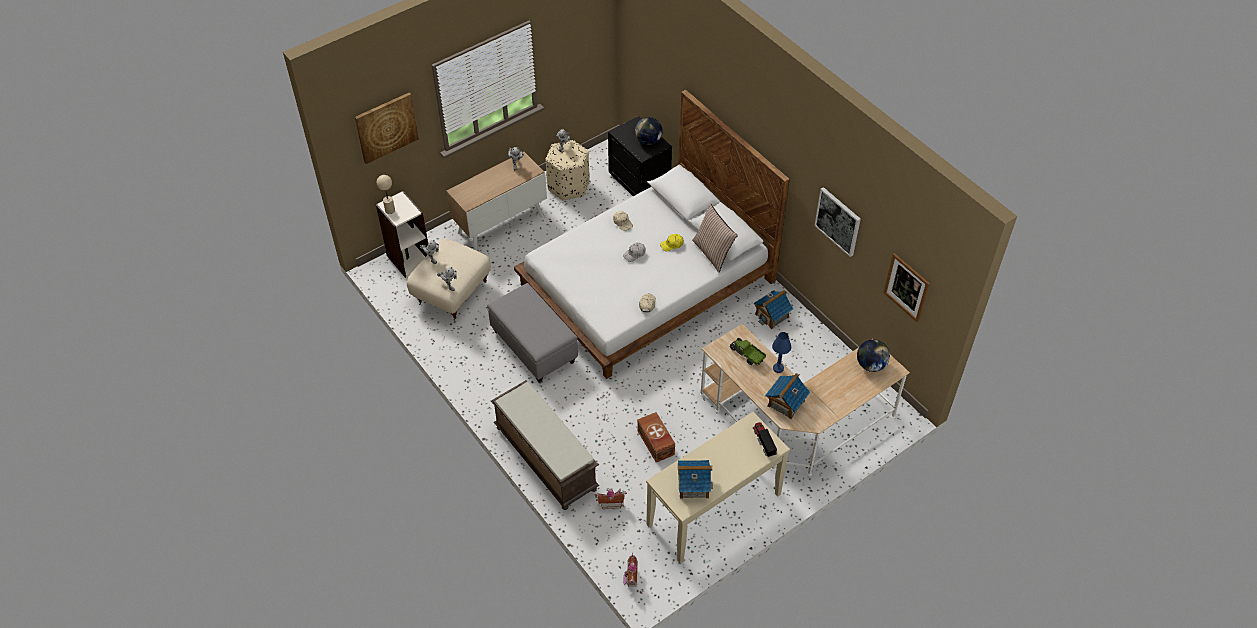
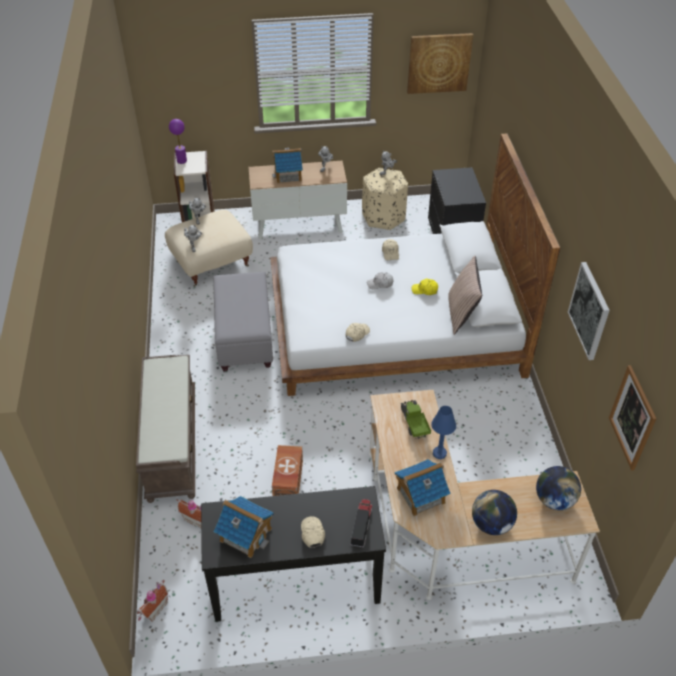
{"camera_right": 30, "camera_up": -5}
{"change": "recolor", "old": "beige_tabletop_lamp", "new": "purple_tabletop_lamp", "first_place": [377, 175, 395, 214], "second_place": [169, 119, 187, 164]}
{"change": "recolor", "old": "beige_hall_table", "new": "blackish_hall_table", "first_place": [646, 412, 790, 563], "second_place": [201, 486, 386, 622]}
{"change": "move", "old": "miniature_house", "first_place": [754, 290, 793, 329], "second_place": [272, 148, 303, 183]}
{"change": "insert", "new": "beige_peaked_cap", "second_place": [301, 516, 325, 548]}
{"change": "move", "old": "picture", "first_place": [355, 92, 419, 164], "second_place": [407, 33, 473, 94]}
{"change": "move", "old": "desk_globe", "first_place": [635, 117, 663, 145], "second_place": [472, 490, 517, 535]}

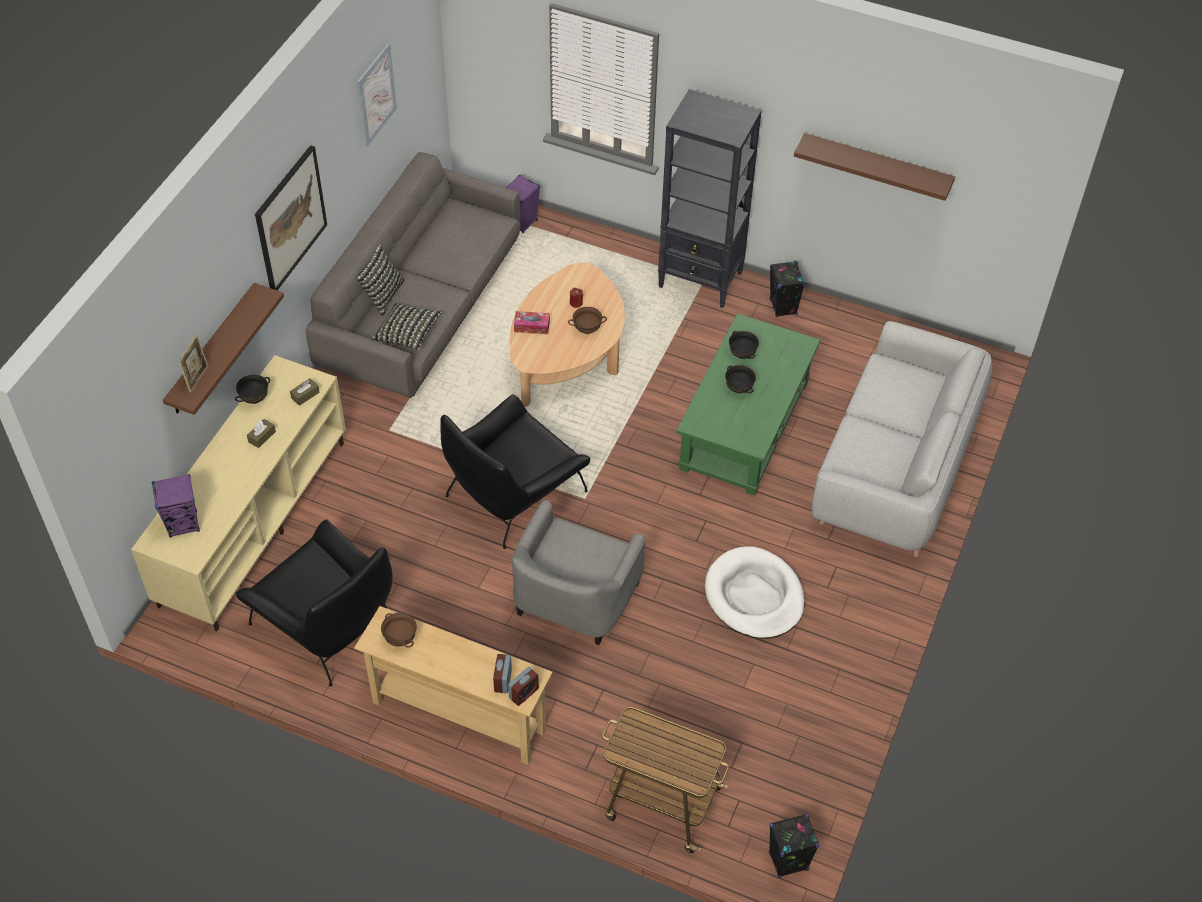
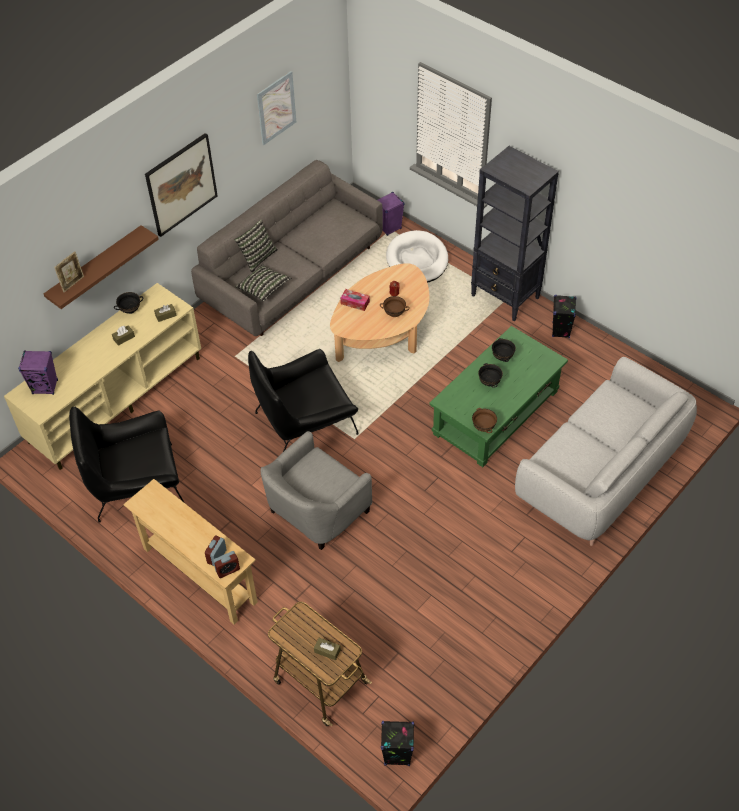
{"camera_right": 20, "camera_up": 0}
{"change": "rotate", "old": "blackish_easy_chair", "first_place": [236, 519, 393, 687], "second_place": [69, 406, 184, 523], "degrees": 105}
{"change": "insert", "new": "brownish_tissue_box", "second_place": [314, 638, 341, 660]}
{"change": "move", "old": "white_pet_bed", "first_place": [705, 546, 805, 639], "second_place": [386, 230, 448, 283]}
{"change": "move", "old": "brownish_bowl", "first_place": [381, 613, 417, 648], "second_place": [472, 408, 497, 433]}
{"change": "delete", "old": "brownish_bracket_shelf", "first_place": [794, 133, 955, 201]}

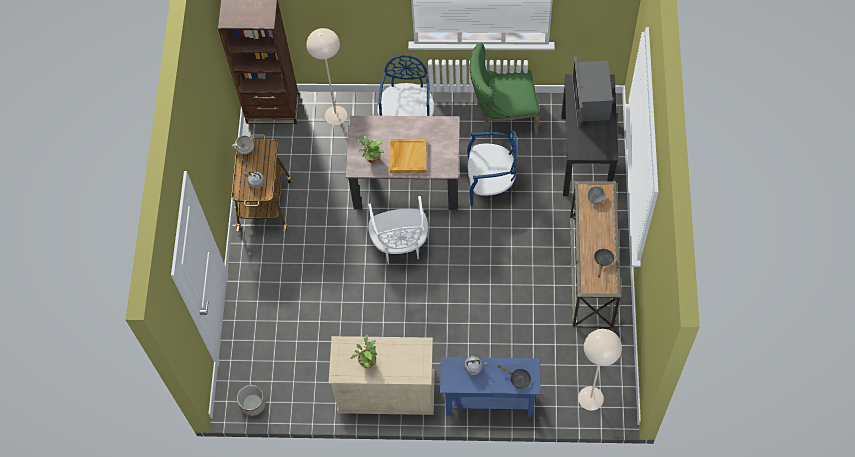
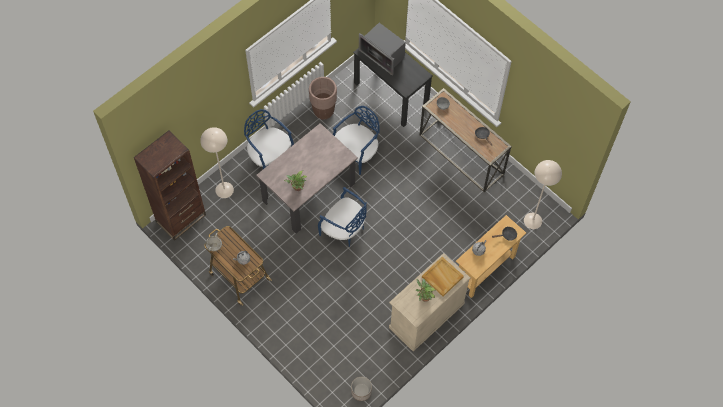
{"camera_right": -50, "camera_up": 0}
{"change": "replace", "old": "green_plain_chair", "new": "brownish_planter", "first_place": [469, 43, 540, 138], "second_place": [309, 77, 337, 120]}
{"change": "recolor", "old": "white_plain_chair", "new": "blue-coloured_plain_chair", "first_place": [368, 196, 428, 264], "second_place": [318, 187, 367, 247]}
{"change": "move", "old": "beige_carrying_tray", "first_place": [390, 139, 426, 173], "second_place": [422, 257, 464, 296]}
{"change": "recolor", "old": "blue-coloured_hall_table", "new": "beige_hall_table", "first_place": [440, 357, 541, 417], "second_place": [456, 215, 526, 298]}

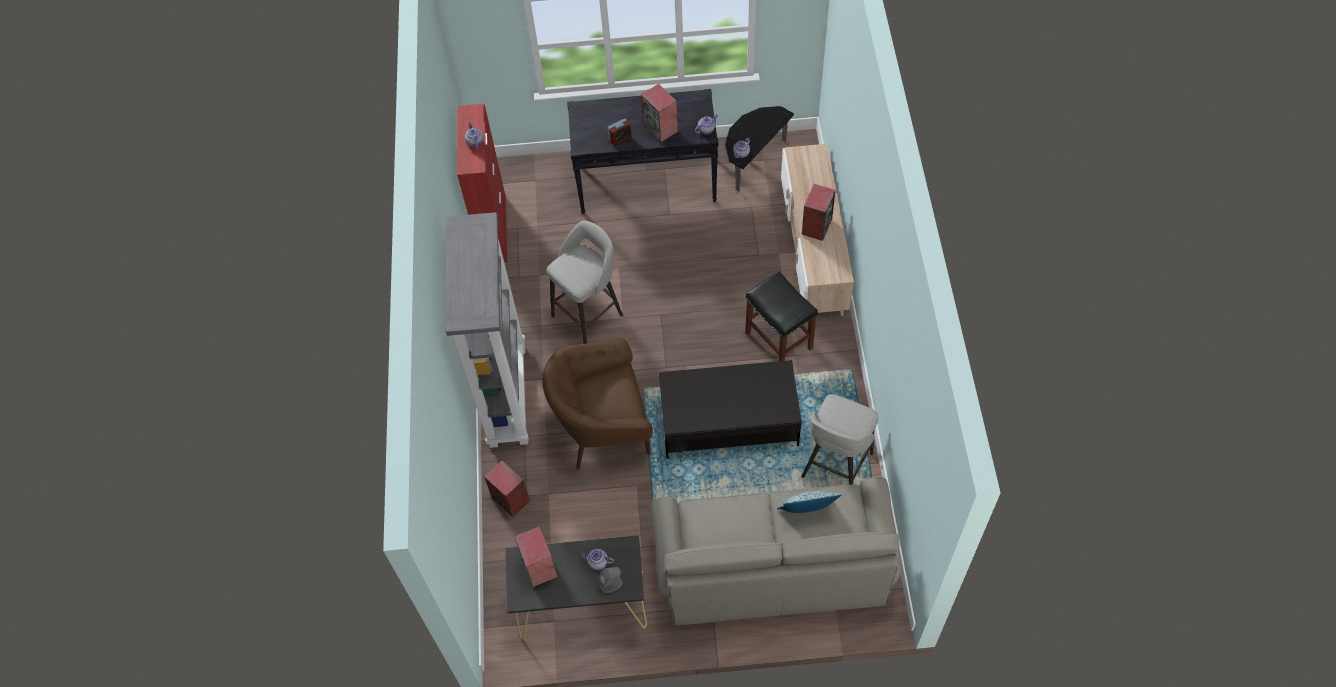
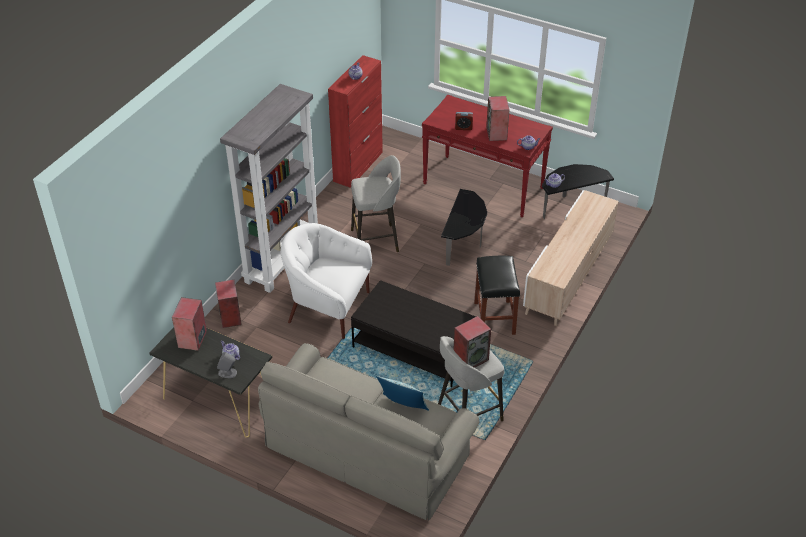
{"camera_right": 30, "camera_up": -15}
{"change": "recolor", "old": "brownish_easy_chair", "new": "white_easy_chair", "first_place": [542, 339, 653, 469], "second_place": [281, 223, 372, 339]}
{"change": "recolor", "old": "blackish_hall_table", "new": "red-coloured_hall_table", "first_place": [567, 89, 719, 214], "second_place": [422, 95, 553, 218]}
{"change": "insert", "new": "accent_table", "second_place": [441, 189, 487, 266]}
{"change": "move", "old": "audio_speaker", "first_place": [802, 184, 836, 241], "second_place": [453, 316, 491, 368]}

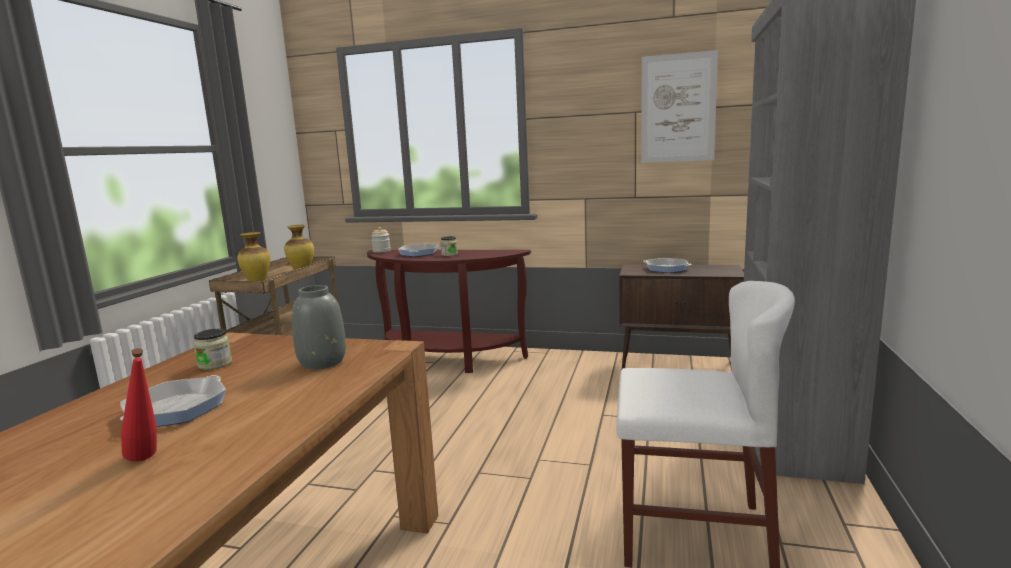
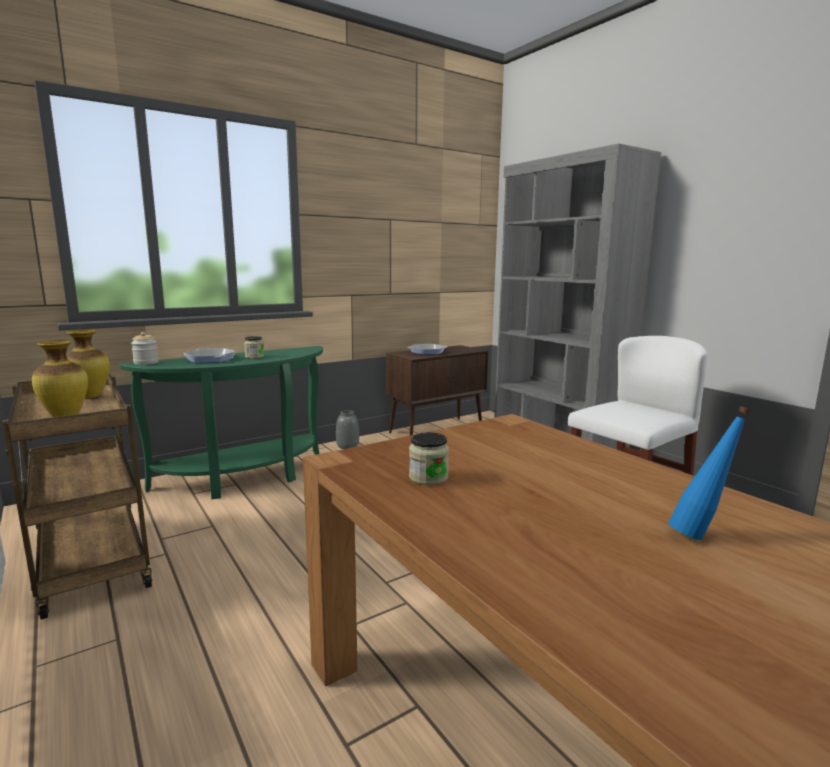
{"camera_right": -50, "camera_up": 0}
{"change": "recolor", "old": "brownish_hall_table", "new": "green_hall_table", "first_place": [367, 250, 531, 373], "second_place": [119, 346, 323, 499]}
{"change": "move", "old": "greyish_decorative_vase", "first_place": [292, 285, 346, 369], "second_place": [336, 410, 359, 449]}
{"change": "recolor", "old": "red-coloured_bottle", "new": "blue-coloured_bottle", "first_place": [121, 348, 157, 462], "second_place": [668, 406, 751, 541]}
{"change": "delete", "old": "skillet", "first_place": [120, 375, 226, 427]}
{"change": "delete", "old": "picture", "first_place": [641, 50, 718, 163]}

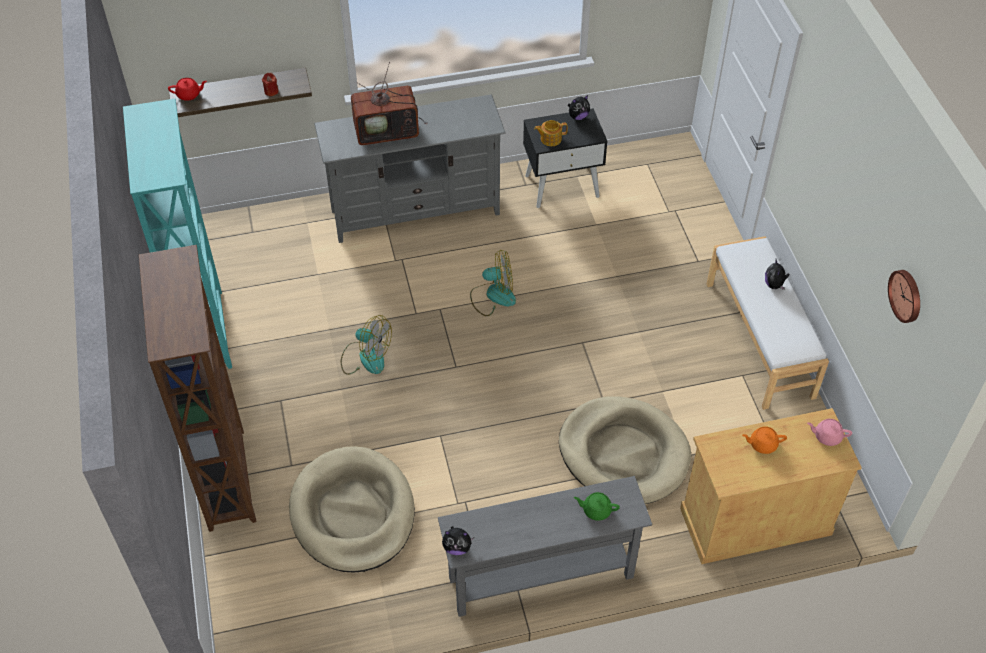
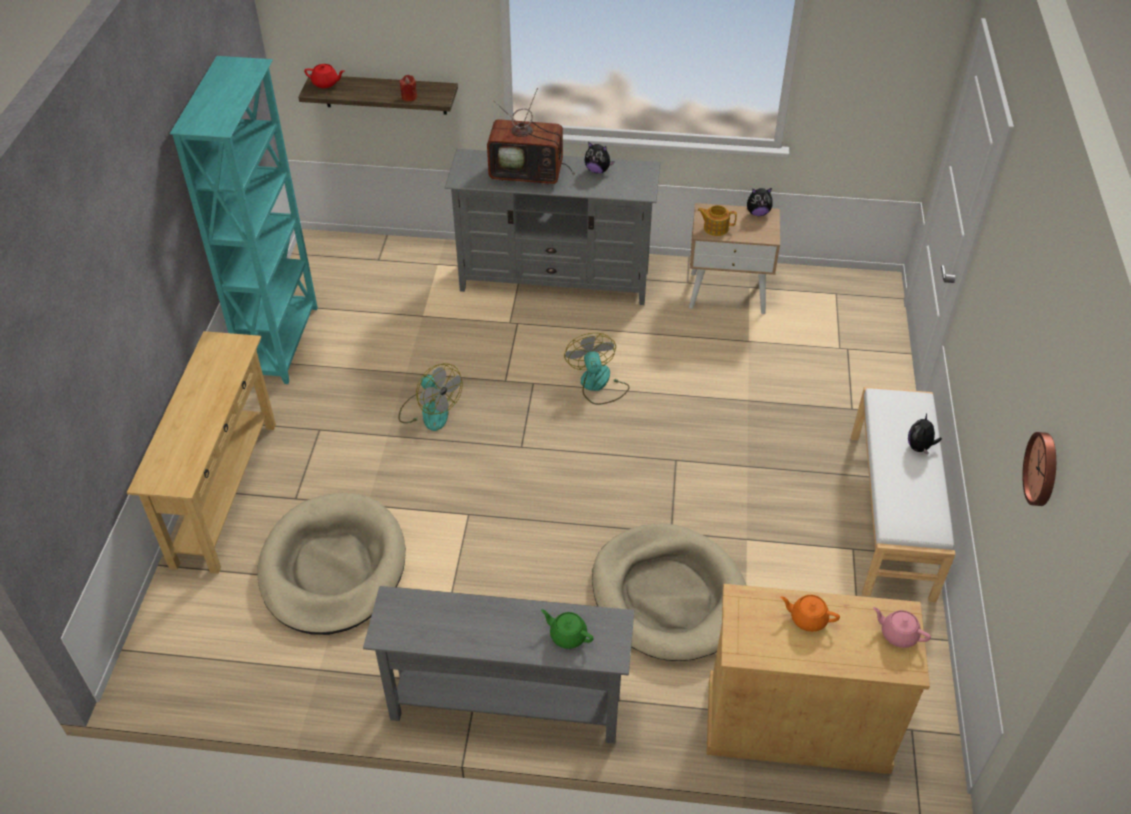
{"camera_right": 20, "camera_up": -5}
{"change": "replace", "old": "brownish_bookcase", "new": "beige_hall_table", "first_place": [139, 245, 256, 532], "second_place": [127, 331, 276, 574]}
{"change": "rotate", "old": "cooling_fan", "first_place": [470, 250, 516, 316], "second_place": [564, 333, 630, 405], "degrees": -120}
{"change": "move", "old": "plush_toy", "first_place": [442, 526, 475, 555], "second_place": [584, 142, 614, 174]}
{"change": "recolor", "old": "blackish_nightstand", "new": "beige_nightstand", "first_place": [523, 108, 608, 208], "second_place": [689, 203, 780, 314]}

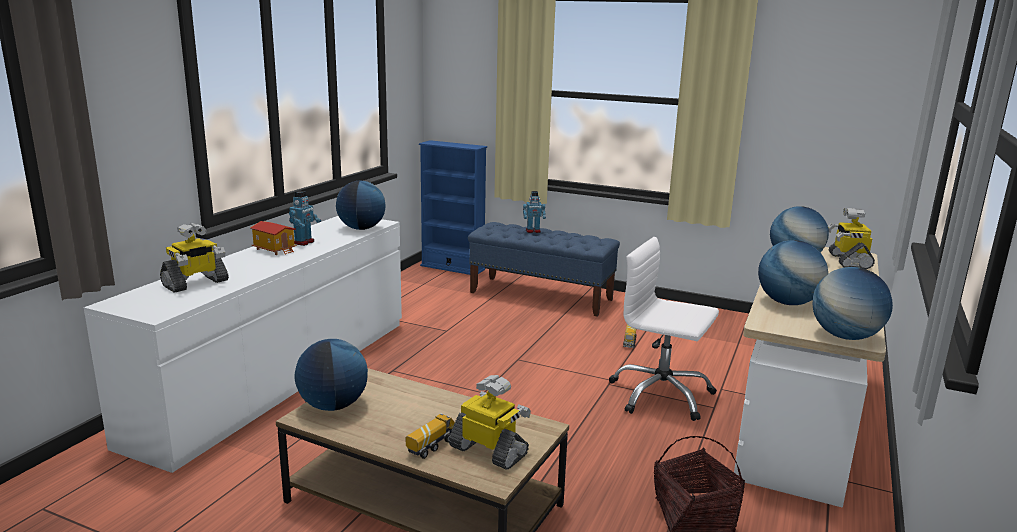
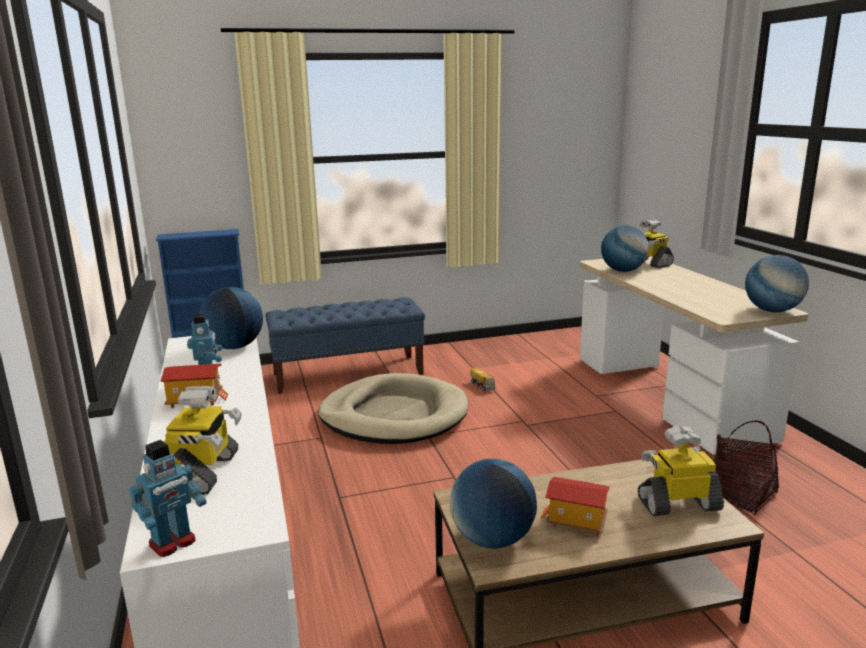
{"camera_right": -40, "camera_up": 0}
{"change": "move", "old": "robot_figure", "first_place": [523, 191, 546, 233], "second_place": [129, 440, 207, 557]}
{"change": "insert", "new": "beige_pet_bed", "second_place": [318, 373, 468, 444]}
{"change": "insert", "new": "miniature_house", "second_place": [541, 477, 610, 535]}
{"change": "delete", "old": "toy_truck", "first_place": [406, 413, 455, 459]}
{"change": "delete", "old": "white_computer_chair", "first_place": [609, 237, 719, 421]}
{"change": "delete", "old": "desk_globe", "first_place": [758, 240, 828, 305]}

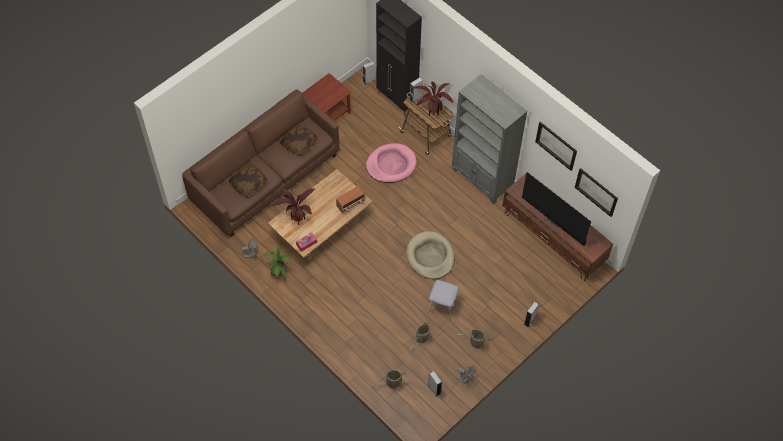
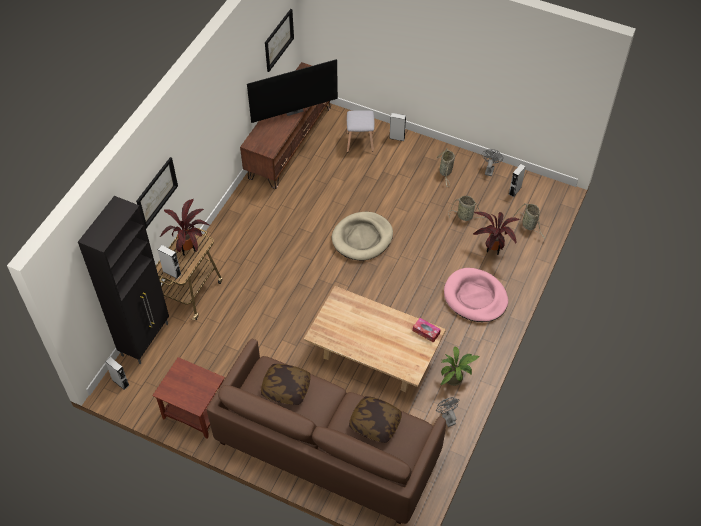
{"camera_right": -110, "camera_up": -5}
{"change": "move", "old": "picture", "first_place": [535, 122, 577, 171], "second_place": [136, 157, 178, 228]}
{"change": "rotate", "old": "TV", "first_place": [522, 172, 591, 246], "second_place": [247, 59, 338, 123], "degrees": 45}
{"change": "move", "old": "greyish_stool", "first_place": [427, 280, 459, 320], "second_place": [347, 110, 374, 152]}
{"change": "move", "old": "pinkish_pet_bed", "first_place": [366, 143, 416, 183], "second_place": [444, 268, 508, 322]}
{"change": "move", "old": "potted_plant", "first_place": [273, 187, 315, 225], "second_place": [473, 212, 520, 255]}
{"change": "delete", "old": "radio", "first_place": [336, 186, 365, 214]}
{"change": "delete", "old": "greyish_bookcase", "first_place": [452, 74, 527, 204]}

